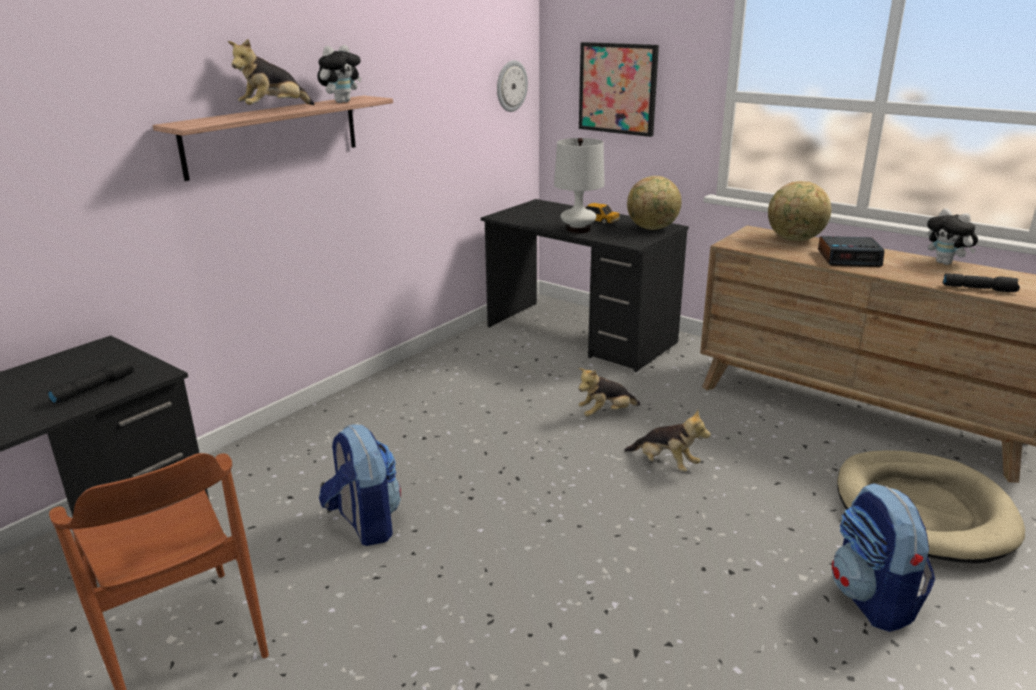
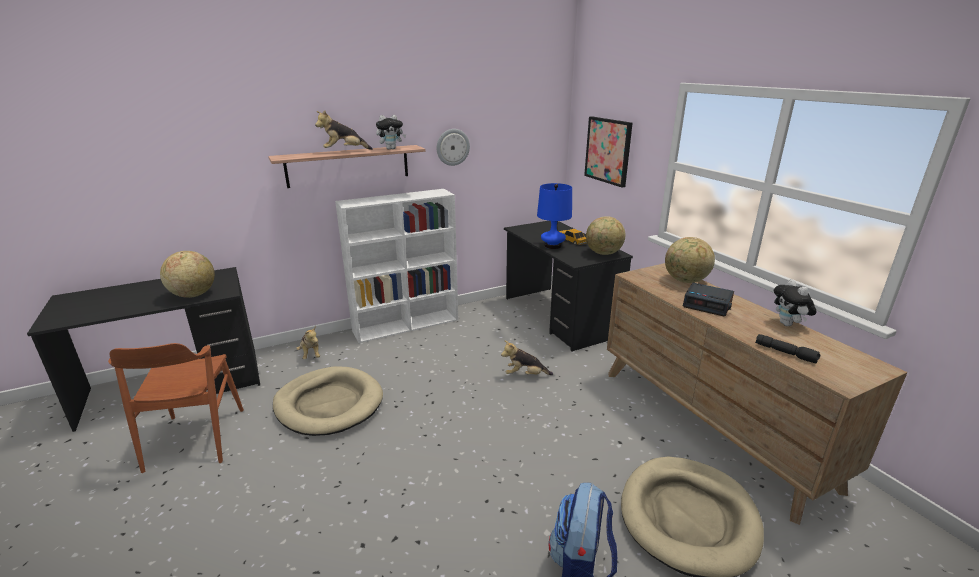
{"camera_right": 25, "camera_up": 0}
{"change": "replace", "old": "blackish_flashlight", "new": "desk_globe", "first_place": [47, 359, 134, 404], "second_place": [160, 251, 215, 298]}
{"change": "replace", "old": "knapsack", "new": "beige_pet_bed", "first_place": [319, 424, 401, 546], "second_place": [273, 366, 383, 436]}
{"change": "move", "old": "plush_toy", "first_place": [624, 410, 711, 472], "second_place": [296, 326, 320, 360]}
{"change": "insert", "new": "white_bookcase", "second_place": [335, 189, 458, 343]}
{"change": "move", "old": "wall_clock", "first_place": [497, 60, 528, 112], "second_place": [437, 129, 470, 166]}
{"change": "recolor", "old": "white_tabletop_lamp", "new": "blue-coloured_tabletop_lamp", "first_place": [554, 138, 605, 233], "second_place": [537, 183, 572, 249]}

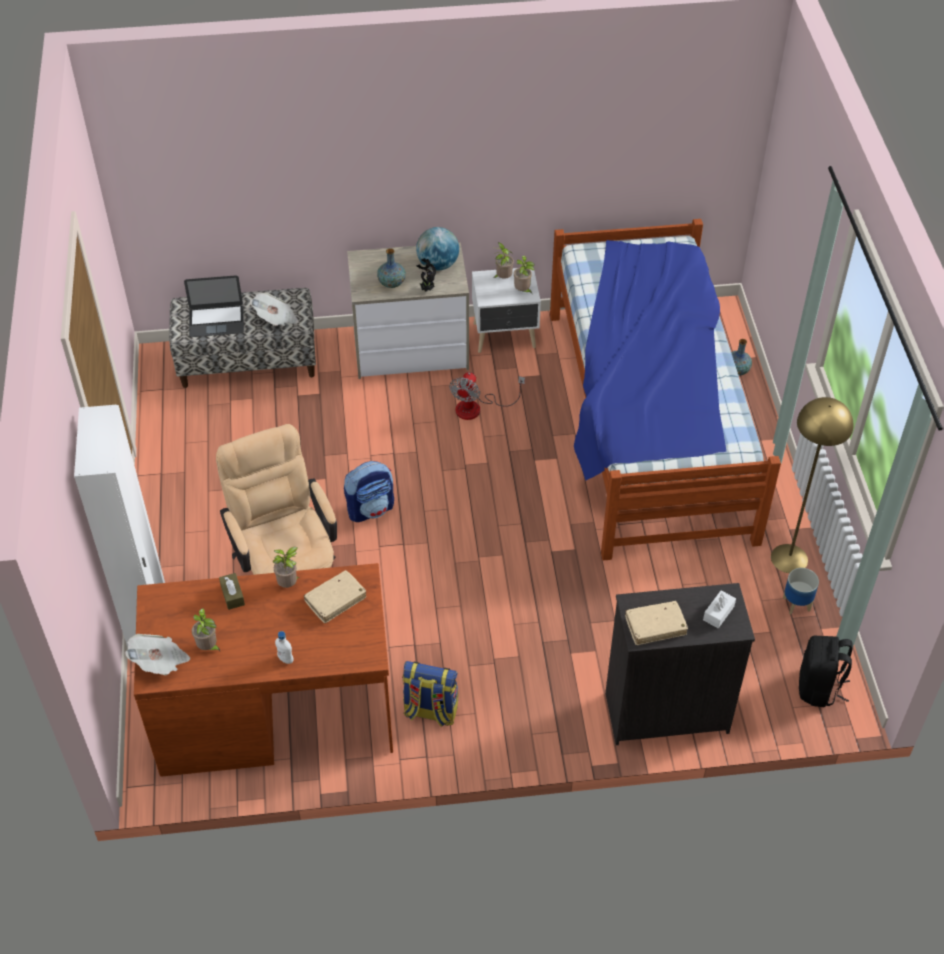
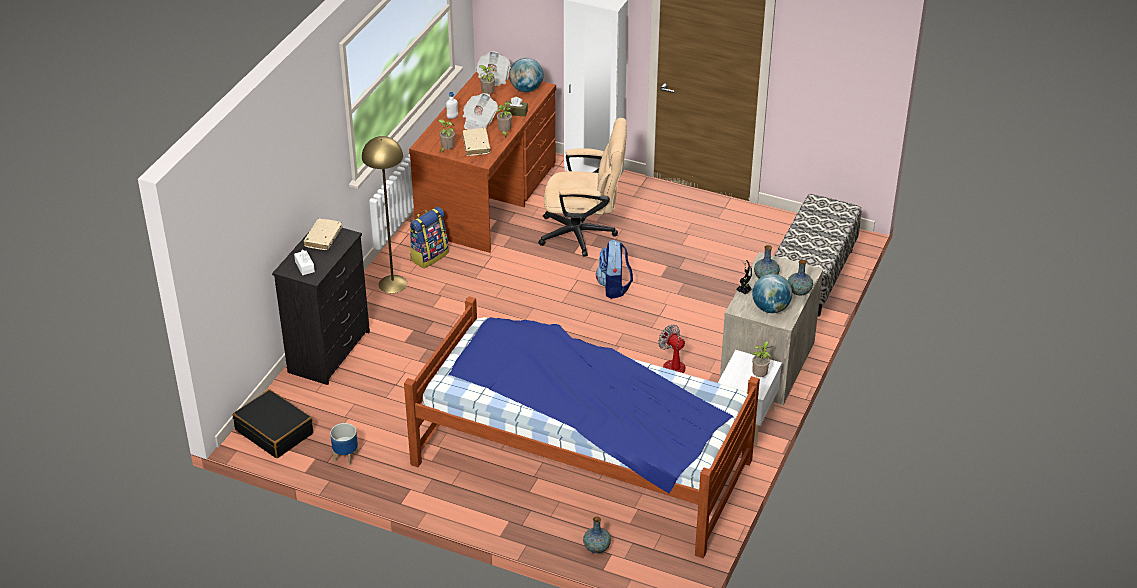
{"camera_right": 120, "camera_up": -10}
{"change": "replace", "old": "blackish_knapsack", "new": "blackish_piece_of_luggage", "first_place": [799, 635, 853, 707], "second_place": [233, 389, 313, 458]}
{"change": "move", "old": "yellowish_floor_lamp", "first_place": [771, 397, 854, 573], "second_place": [362, 136, 407, 293]}
{"change": "move", "old": "potted_plant", "first_place": [514, 255, 535, 295], "second_place": [438, 119, 455, 153]}
{"change": "move", "old": "printed_paper", "first_place": [250, 293, 299, 326], "second_place": [462, 93, 498, 130]}
{"change": "insert", "new": "desk_globe", "second_place": [509, 58, 543, 92]}
{"change": "insert", "new": "decorative_vase", "second_place": [788, 260, 813, 296]}
{"change": "delete", "old": "portable_computer", "first_place": [184, 275, 244, 337]}

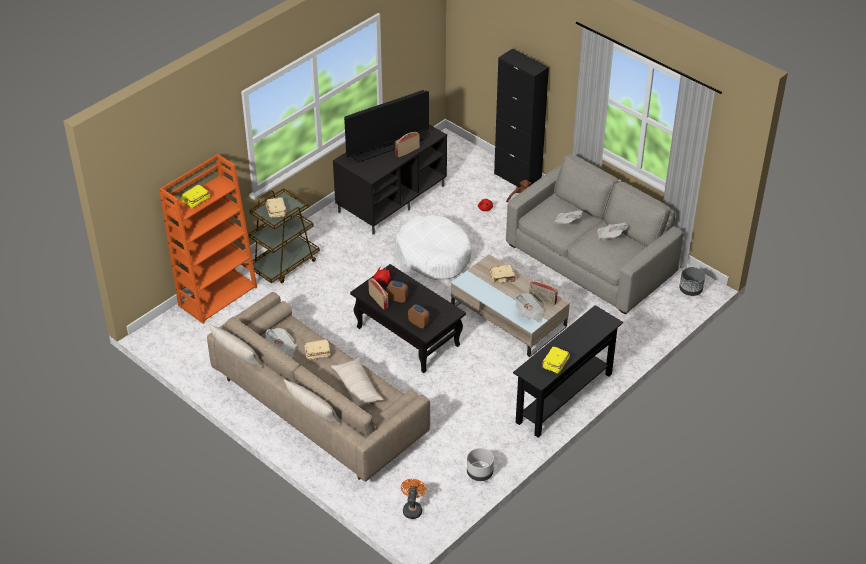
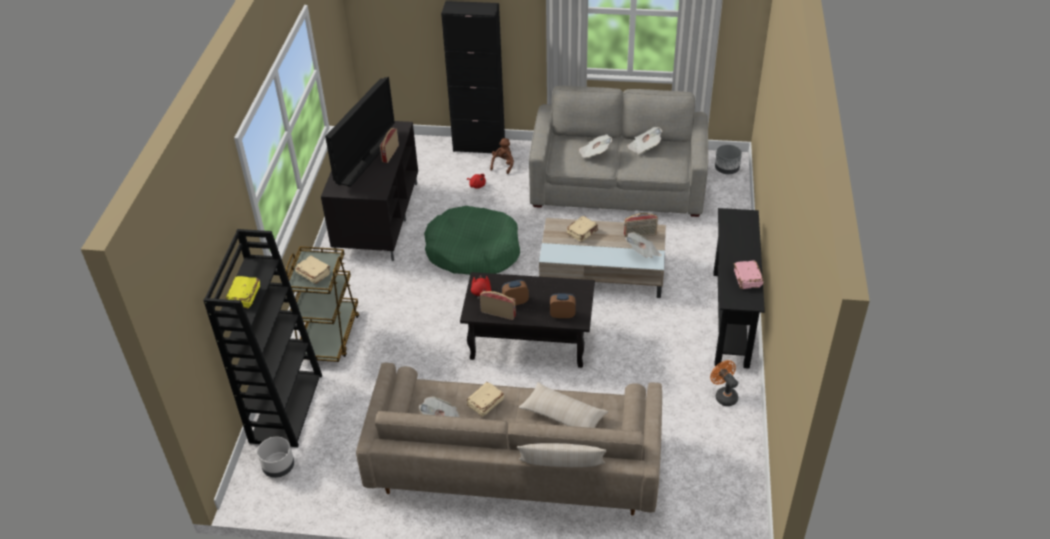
{"camera_right": -35, "camera_up": 0}
{"change": "recolor", "old": "orangey_bookcase", "new": "blackish_bookcase", "first_place": [159, 154, 257, 324], "second_place": [203, 229, 322, 447]}
{"change": "move", "old": "greyish_planter", "first_place": [467, 448, 494, 481], "second_place": [257, 437, 294, 478]}
{"change": "recolor", "old": "white_pet_bed", "new": "green_pet_bed", "first_place": [394, 214, 472, 280], "second_place": [424, 206, 520, 275]}
{"change": "move", "old": "orangey_cooling_fan", "first_place": [401, 479, 426, 519], "second_place": [710, 360, 738, 406]}
{"change": "recolor", "old": "yellowish_bound_book", "new": "pinkish_bound_book", "first_place": [542, 346, 570, 374], "second_place": [734, 261, 763, 289]}
{"change": "delete", "old": "beige_throw_pillow", "first_place": [208, 324, 263, 368]}

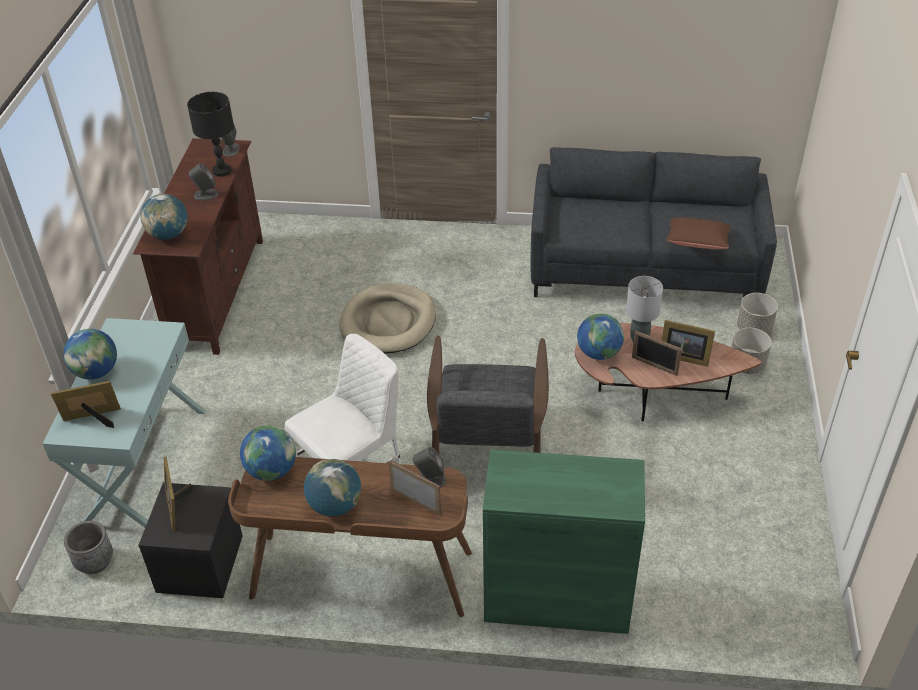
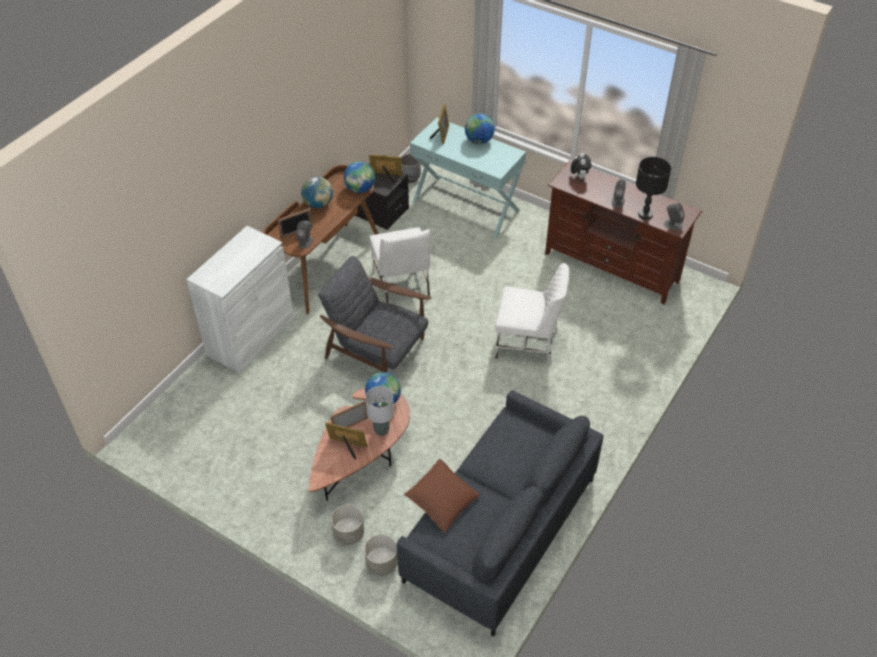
{"camera_right": 115, "camera_up": 5}
{"change": "recolor", "old": "green_cabinet", "new": "white_cabinet", "first_place": [483, 449, 645, 634], "second_place": [186, 226, 294, 373]}
{"change": "rotate", "old": "photo_frame", "first_place": [662, 320, 715, 367], "second_place": [325, 422, 367, 460], "degrees": 60}
{"change": "replace", "old": "beige_pet_bed", "new": "white_plain_chair", "first_place": [339, 283, 436, 354], "second_place": [495, 263, 570, 365]}
{"change": "replace", "old": "desk_globe", "new": "plush_toy", "first_place": [140, 194, 188, 240], "second_place": [571, 153, 592, 179]}

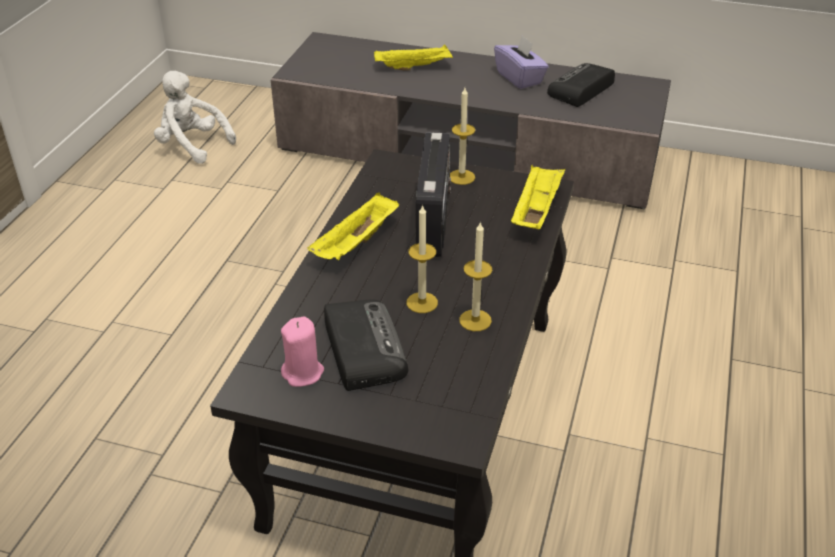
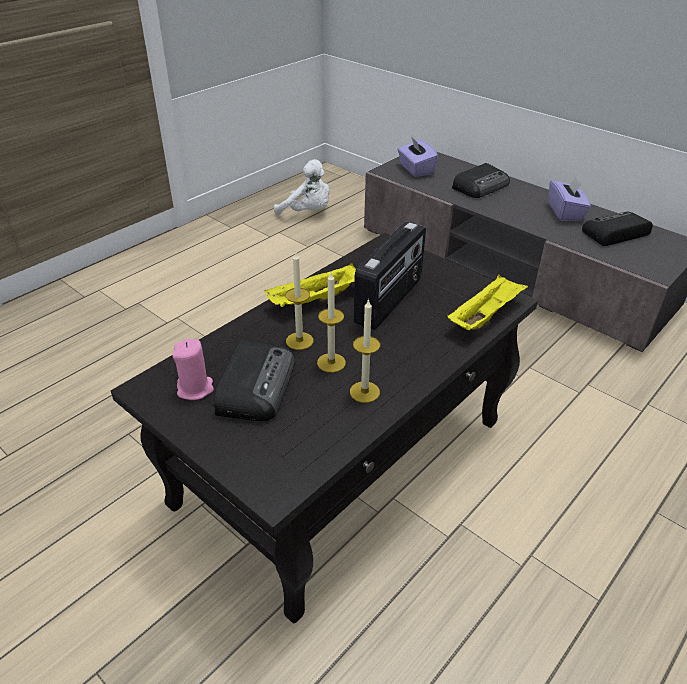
{"camera_right": 25, "camera_up": 0}
{"change": "rotate", "old": "white_plush_toy", "first_place": [154, 71, 236, 164], "second_place": [274, 159, 330, 215], "degrees": 150}
{"change": "move", "old": "candle", "first_place": [450, 88, 475, 185], "second_place": [285, 252, 313, 350]}
{"change": "insert", "new": "purple_tissue_box", "second_place": [397, 136, 438, 177]}
{"change": "replace", "old": "yellowish_carrying_tray", "new": "radio", "first_place": [374, 45, 453, 71], "second_place": [452, 163, 510, 198]}

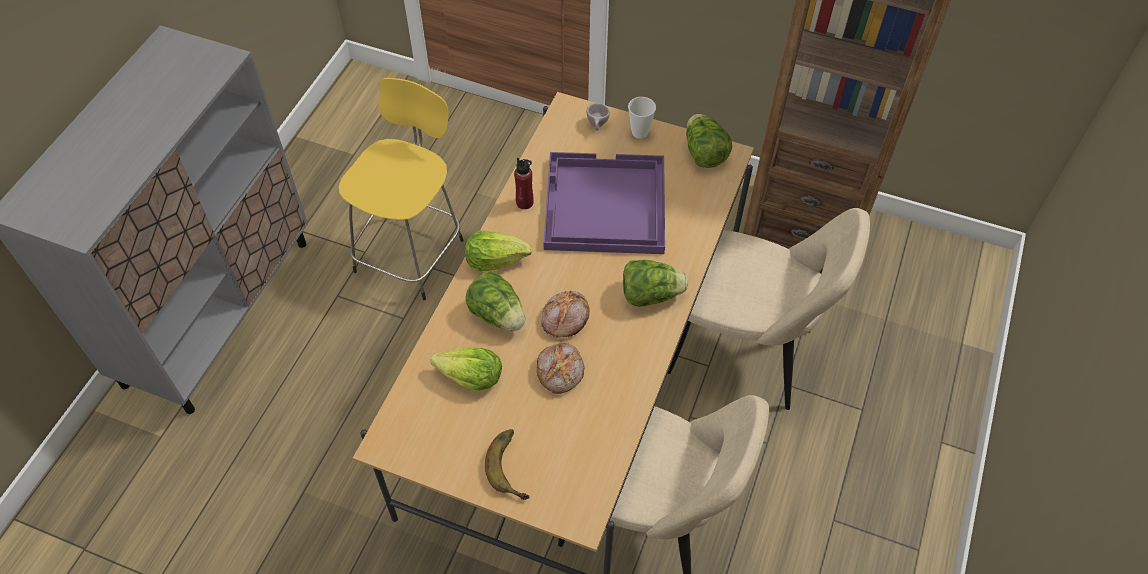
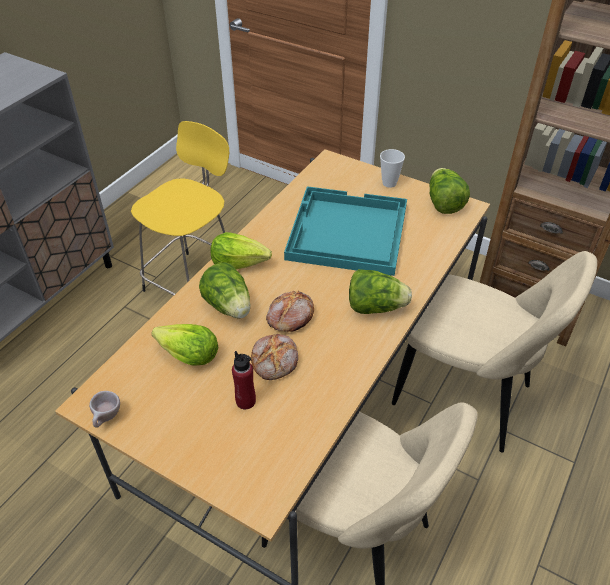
{"camera_right": 10, "camera_up": -10}
{"change": "move", "old": "beige_drinking_cup", "first_place": [587, 103, 610, 131], "second_place": [89, 391, 120, 428]}
{"change": "move", "old": "red-coloured_bottle", "first_place": [514, 158, 534, 209], "second_place": [232, 351, 256, 409]}
{"change": "recolor", "old": "purple_carrying_tray", "new": "turquoise-coloured_carrying_tray", "first_place": [543, 152, 665, 254], "second_place": [284, 186, 407, 276]}
{"change": "delete", "old": "banana_fruit", "first_place": [485, 429, 529, 500]}

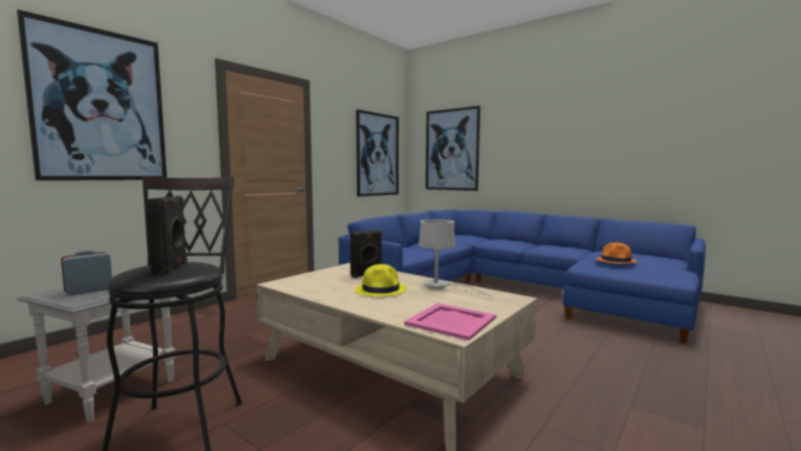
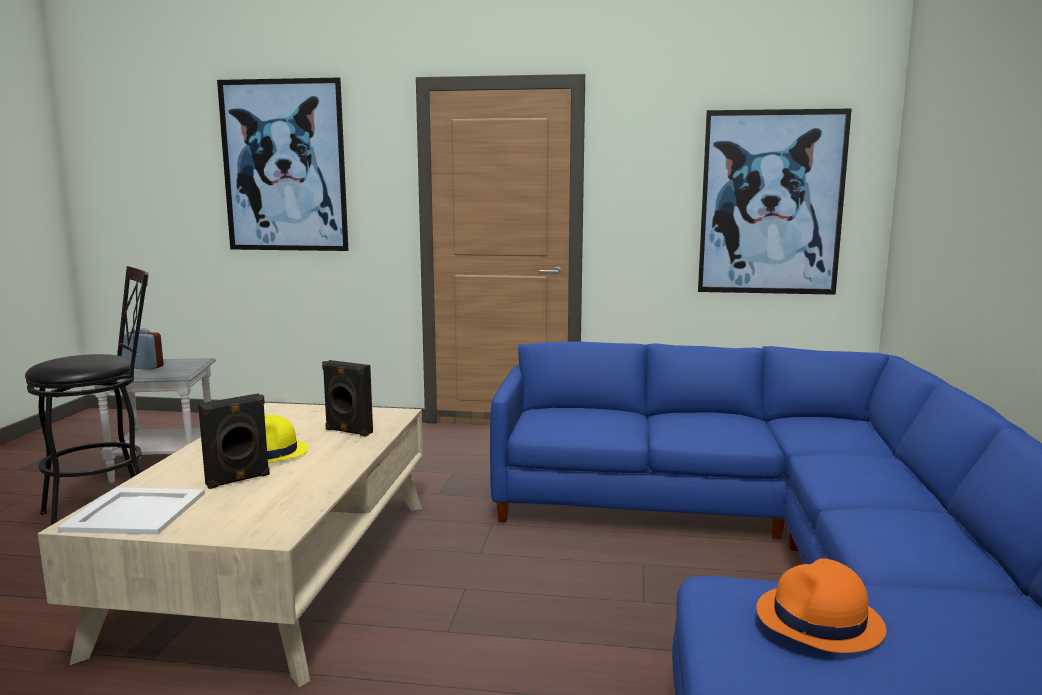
{"camera_right": 60, "camera_up": 5}
{"change": "recolor", "old": "pinkish_carrying_tray", "new": "white_carrying_tray", "first_place": [404, 303, 496, 341], "second_place": [57, 487, 205, 535]}
{"change": "move", "old": "blackish_audio_speaker", "first_place": [146, 196, 187, 275], "second_place": [198, 394, 270, 489]}
{"change": "delete", "old": "white_tabletop_lamp", "first_place": [419, 219, 494, 299]}
{"change": "delete", "old": "picture", "first_place": [426, 106, 480, 191]}

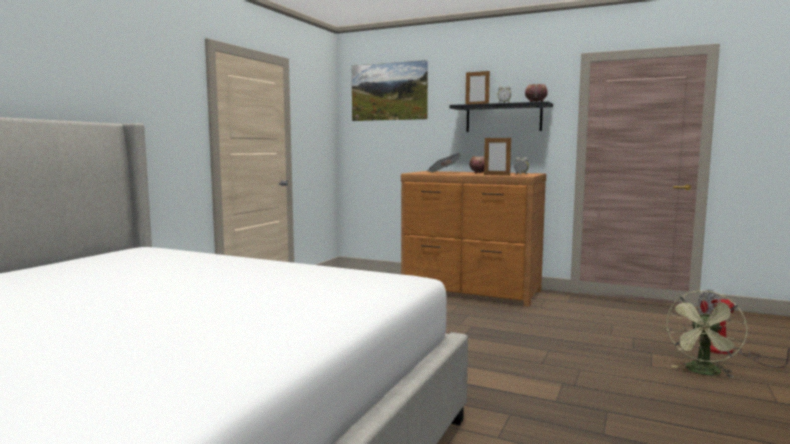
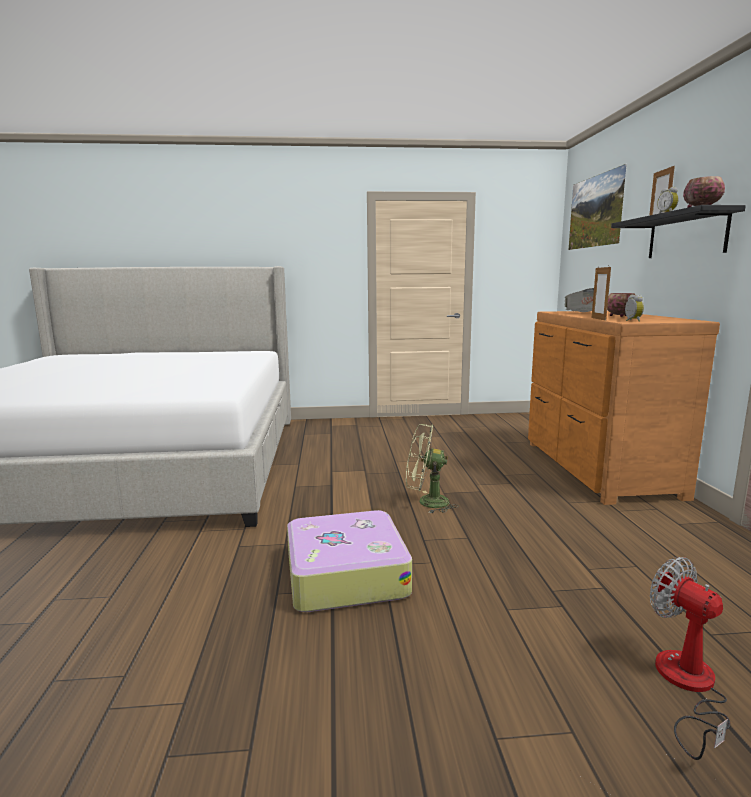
{"camera_right": 60, "camera_up": 5}
{"change": "insert", "new": "piece_of_luggage", "second_place": [287, 510, 412, 612]}
{"change": "move", "old": "green_cooling_fan", "first_place": [665, 291, 747, 378], "second_place": [406, 424, 459, 513]}

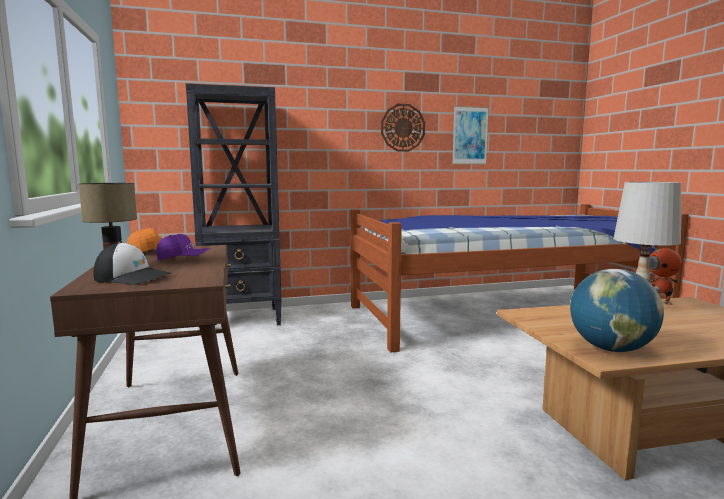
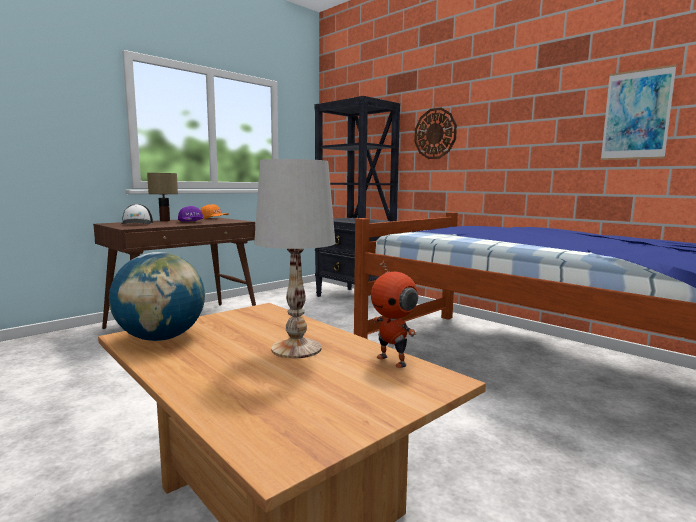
{"camera_right": 60, "camera_up": 0}
{"change": "move", "old": "wall_clock", "first_place": [381, 104, 425, 152], "second_place": [414, 107, 457, 159]}

